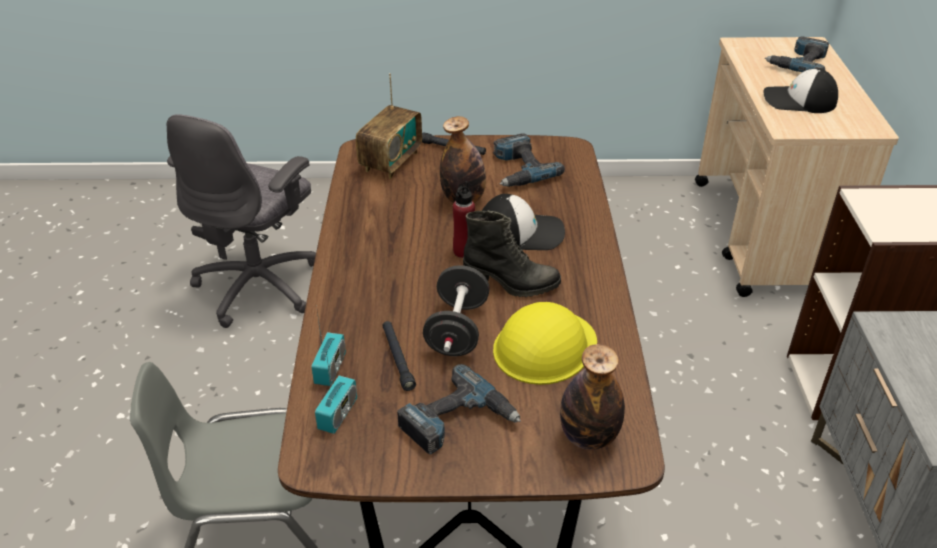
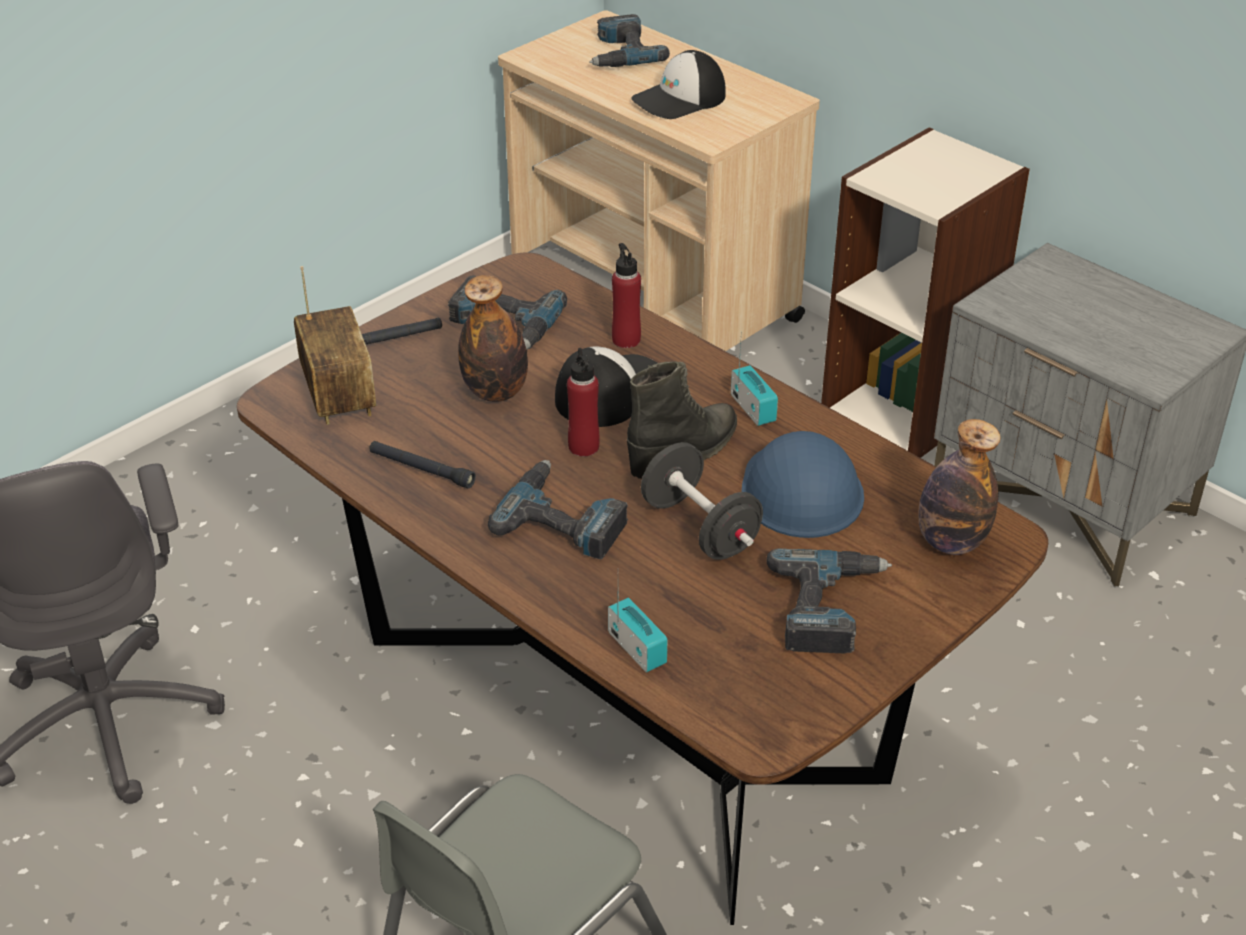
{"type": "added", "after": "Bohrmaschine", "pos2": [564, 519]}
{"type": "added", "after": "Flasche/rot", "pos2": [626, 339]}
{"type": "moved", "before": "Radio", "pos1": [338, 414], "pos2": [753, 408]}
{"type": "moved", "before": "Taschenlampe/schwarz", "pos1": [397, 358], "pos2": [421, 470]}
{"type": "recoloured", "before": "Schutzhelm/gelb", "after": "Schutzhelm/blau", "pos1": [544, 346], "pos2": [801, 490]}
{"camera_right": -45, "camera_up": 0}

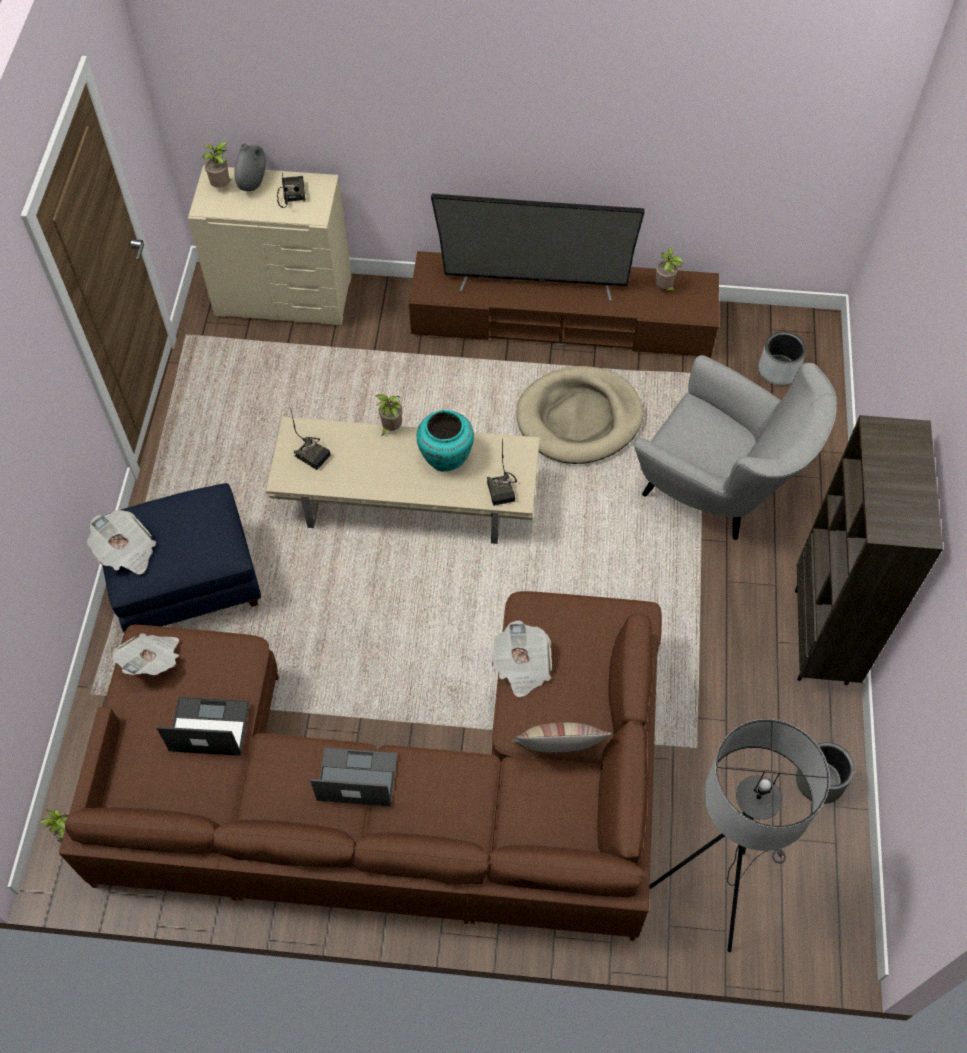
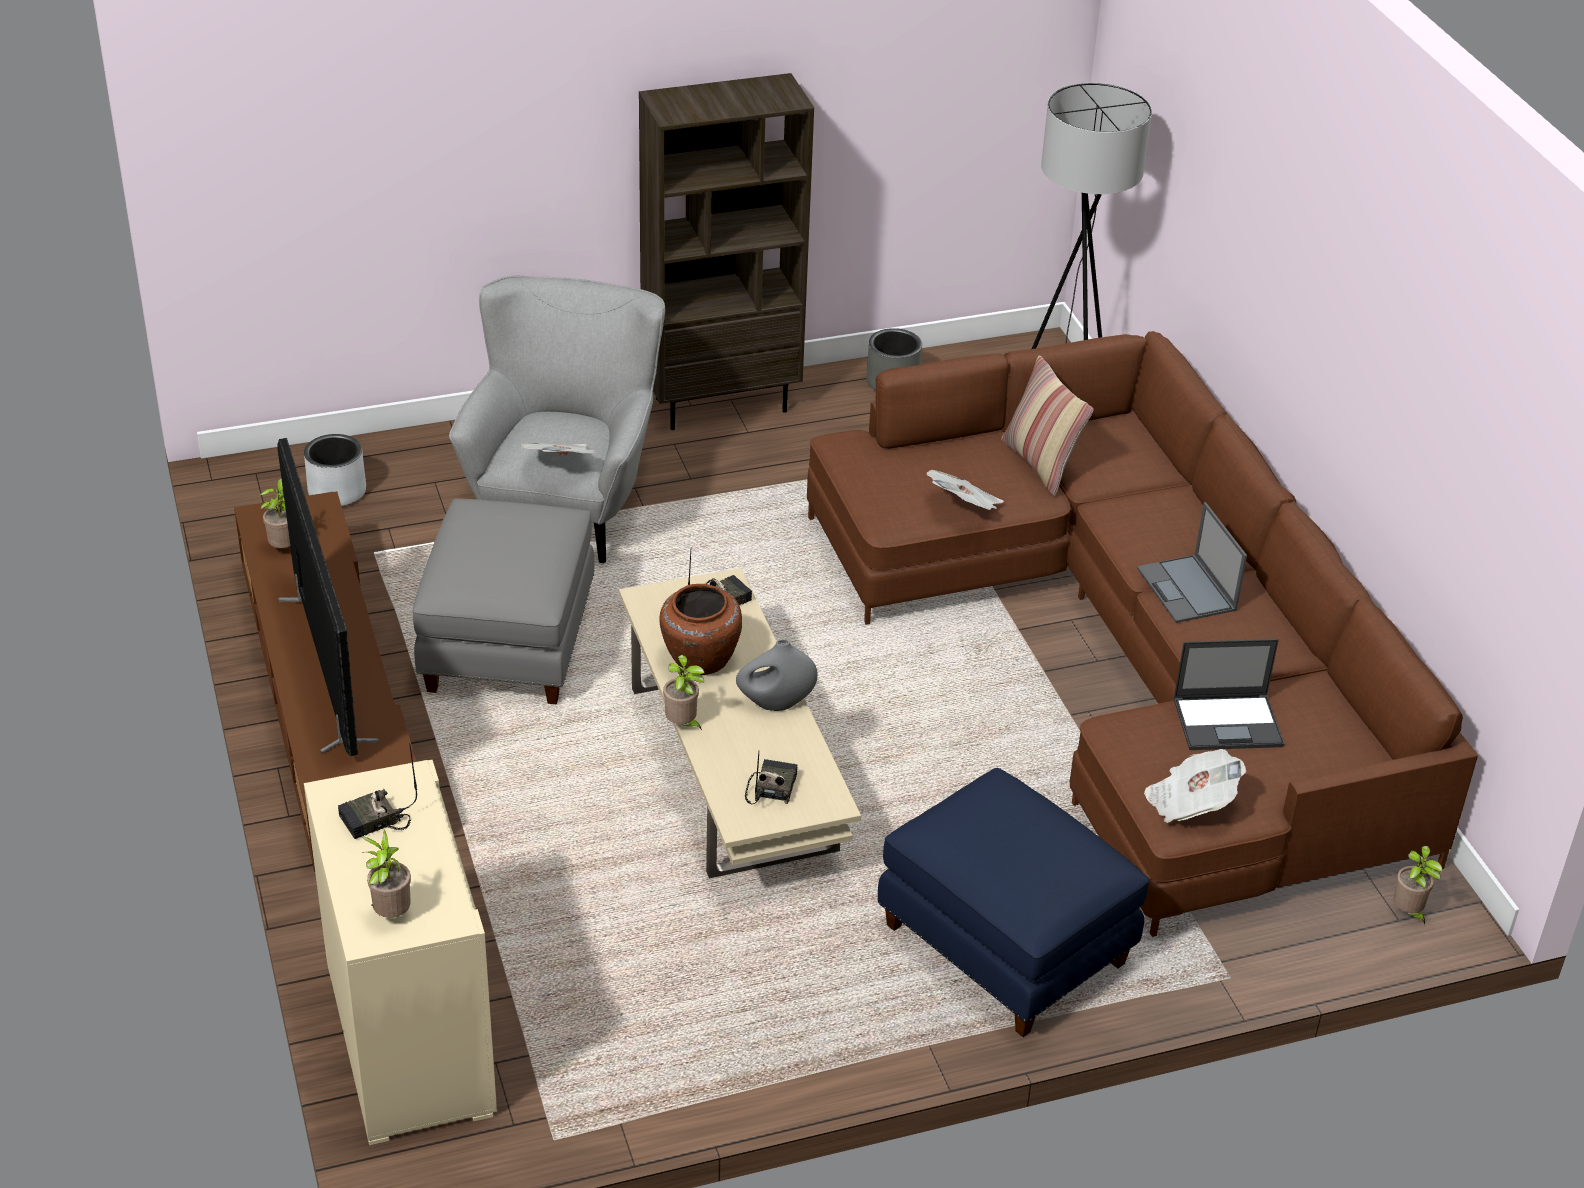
{"type": "moved", "before": "Zeitung", "pos1": [126, 552], "pos2": [561, 464]}
{"type": "moved", "before": "Vase/grau", "pos1": [253, 183], "pos2": [775, 704]}
{"type": "replaced", "before": "Hundebett/beige", "after": "Polsterhocker/grau", "pos1": [579, 418], "pos2": [507, 643]}
{"type": "recoloured", "before": "Vase/türkis", "after": "Vase/braun", "pos1": [446, 456], "pos2": [699, 661]}
{"type": "turned", "before": "Laptop", "pos1": [208, 727], "pos2": [1229, 722], "turn": -75}
{"camera_right": -115, "camera_up": -20}

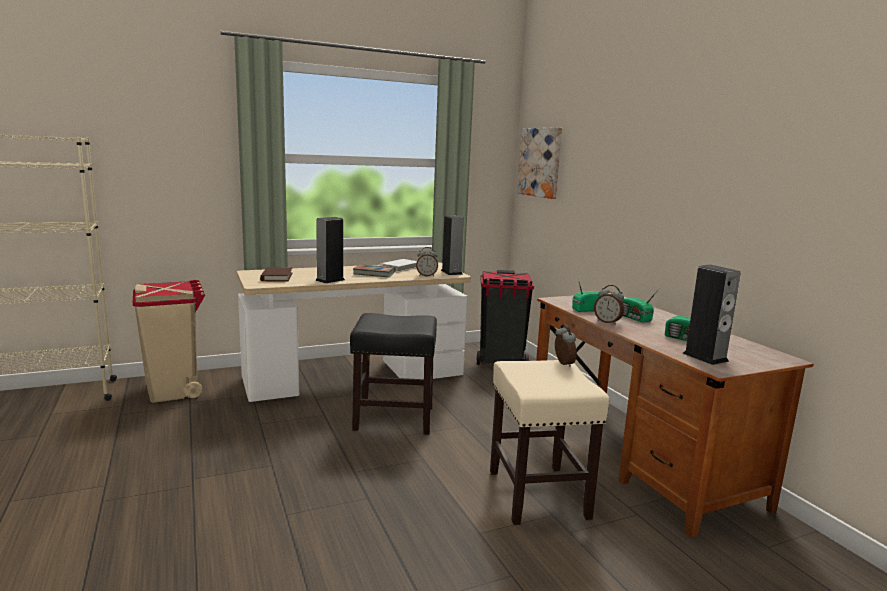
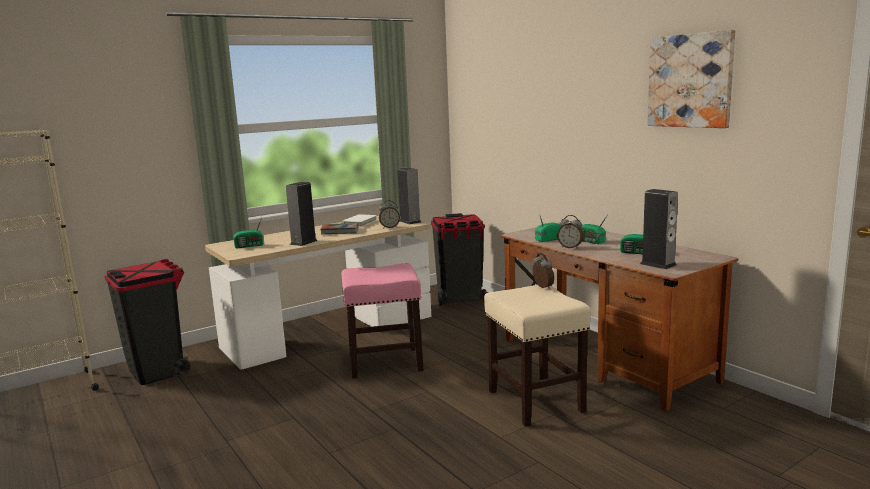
{"type": "moved", "before": "Bild", "pos1": [540, 162], "pos2": [690, 81]}
{"type": "replaced", "before": "Buch/braun", "after": "Radio", "pos1": [276, 277], "pos2": [250, 246]}
{"type": "recoloured", "before": "Mülleimer/beige", "after": "Mülleimer/schwarz", "pos1": [174, 389], "pos2": [157, 370]}
{"type": "recoloured", "before": "Hocker/schwarz", "after": "Hocker/rosa", "pos1": [393, 418], "pos2": [384, 363]}
{"camera_right": -10, "camera_up": 0}

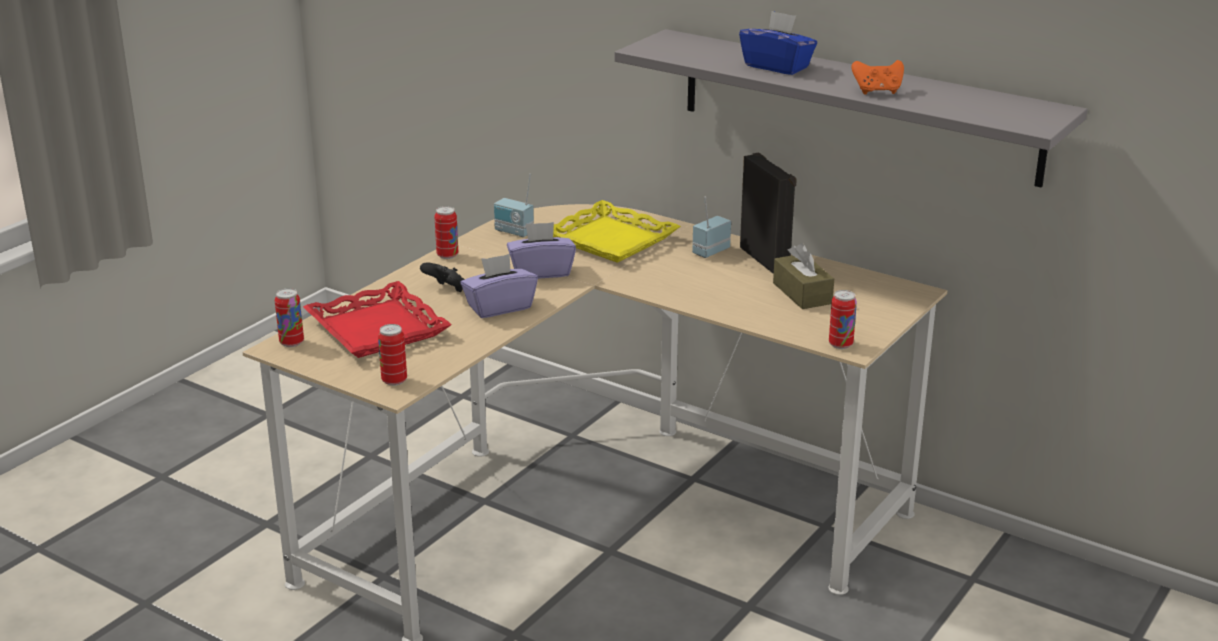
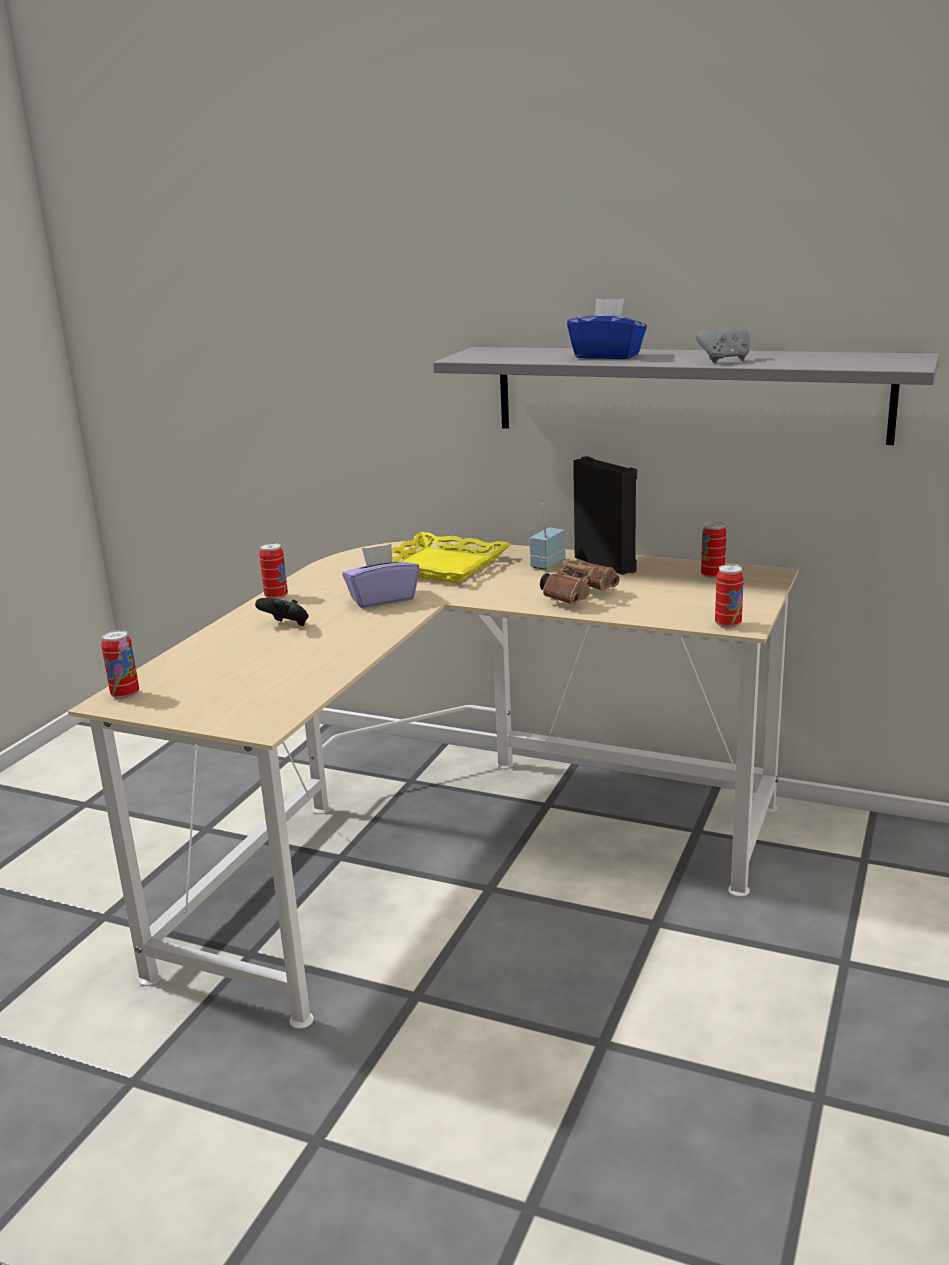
{"type": "removed", "before": "Tablett/rot", "pos1": [376, 329]}
{"type": "removed", "before": "Taschentuchbox/lila", "pos1": [499, 307]}
{"type": "removed", "before": "Radio", "pos1": [513, 232]}
{"type": "removed", "before": "Taschentuchbox/braun", "pos1": [802, 293]}
{"type": "added", "after": "Fernglas/braun", "pos2": [579, 596]}
{"type": "moved", "before": "Dose", "pos1": [394, 381], "pos2": [712, 576]}
{"type": "recoloured", "before": "Gamepad/orange", "after": "Gamepad/grau", "pos1": [877, 92], "pos2": [725, 361]}
{"camera_right": -10, "camera_up": -5}

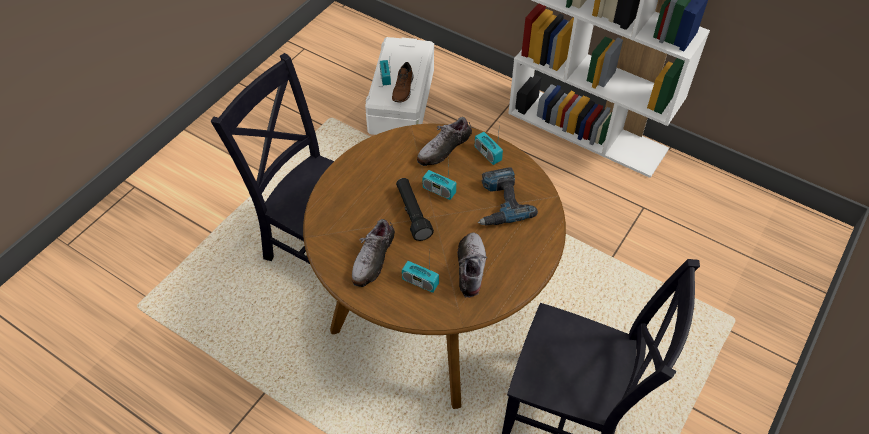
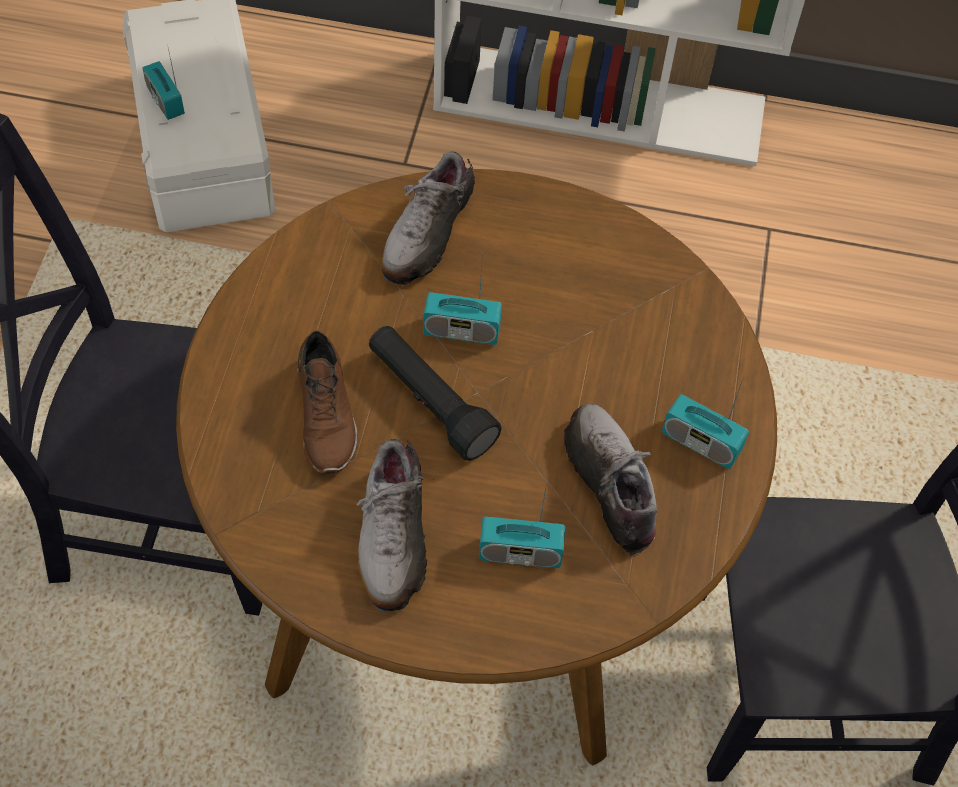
{"type": "removed", "before": "Bohrmaschine", "pos1": [499, 203]}
{"type": "moved", "before": "Schuh/braun", "pos1": [403, 89], "pos2": [327, 415]}
{"type": "moved", "before": "Radio", "pos1": [487, 154], "pos2": [701, 443]}
{"camera_right": -25, "camera_up": 5}

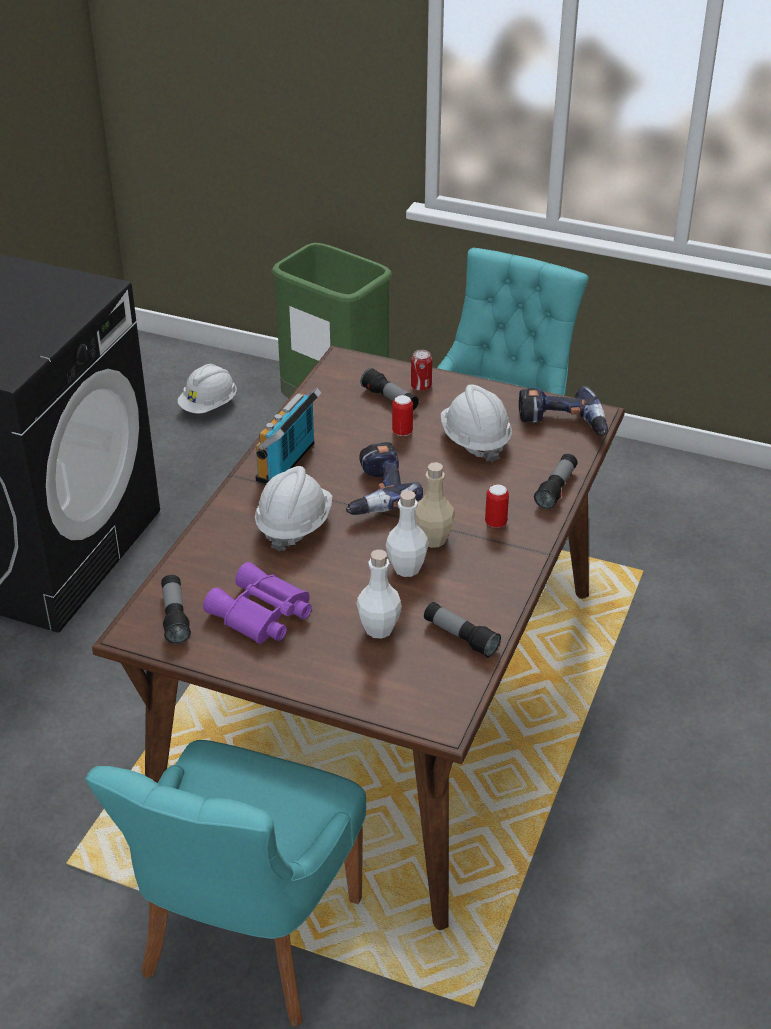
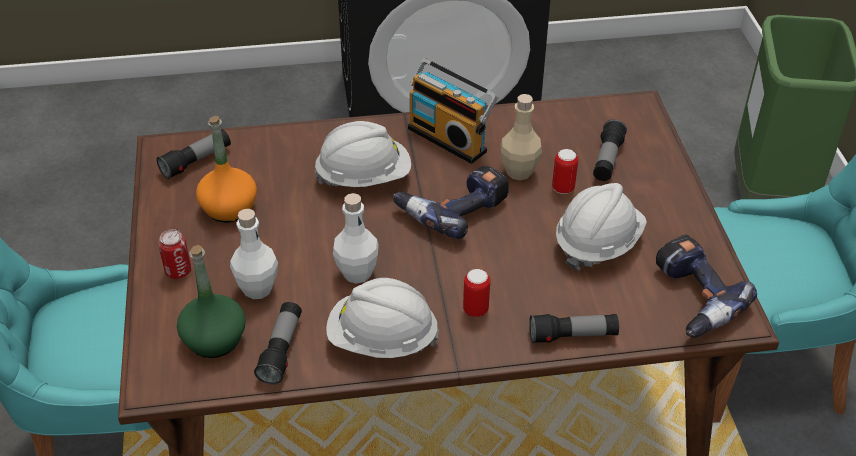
{"type": "added", "after": "Flasche/grün", "pos2": [214, 339]}
{"type": "moved", "before": "Schutzhelm/weiß", "pos1": [209, 406], "pos2": [382, 340]}
{"type": "moved", "before": "Dose", "pos1": [421, 386], "pos2": [178, 271]}
{"type": "moved", "before": "Flasche/beige", "pos1": [433, 539], "pos2": [519, 172]}
{"type": "replaced", "before": "Fernglas/lila", "after": "Flasche/orange", "pos1": [260, 615], "pos2": [229, 208]}
{"type": "turned", "before": "Radio", "pos1": [289, 463], "pos2": [449, 138], "turn": -135}
{"camera_right": 60, "camera_up": 5}

